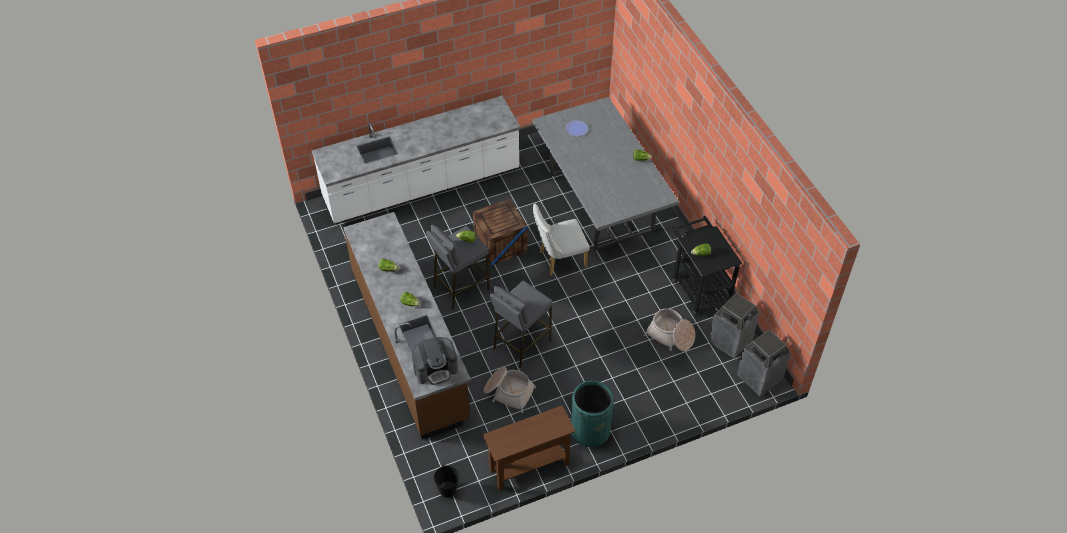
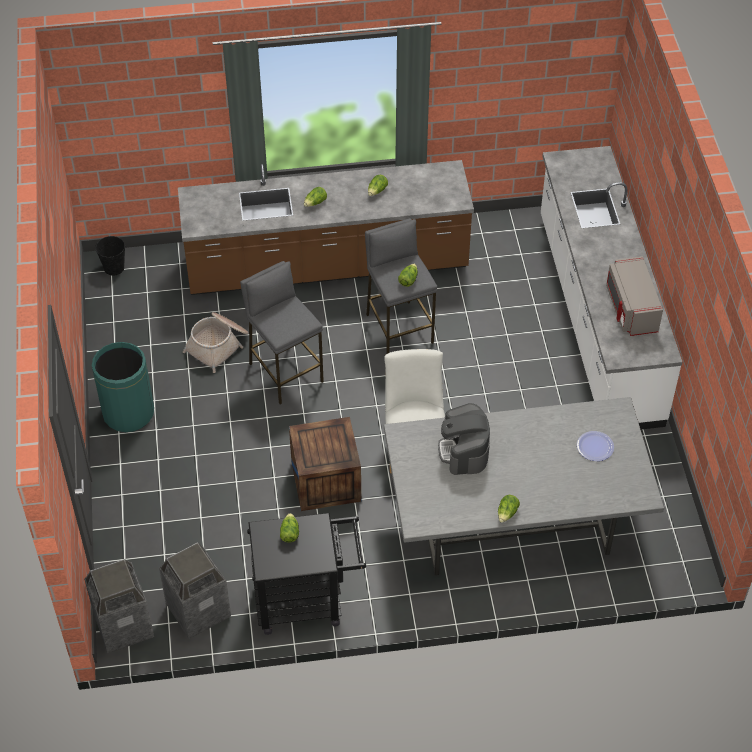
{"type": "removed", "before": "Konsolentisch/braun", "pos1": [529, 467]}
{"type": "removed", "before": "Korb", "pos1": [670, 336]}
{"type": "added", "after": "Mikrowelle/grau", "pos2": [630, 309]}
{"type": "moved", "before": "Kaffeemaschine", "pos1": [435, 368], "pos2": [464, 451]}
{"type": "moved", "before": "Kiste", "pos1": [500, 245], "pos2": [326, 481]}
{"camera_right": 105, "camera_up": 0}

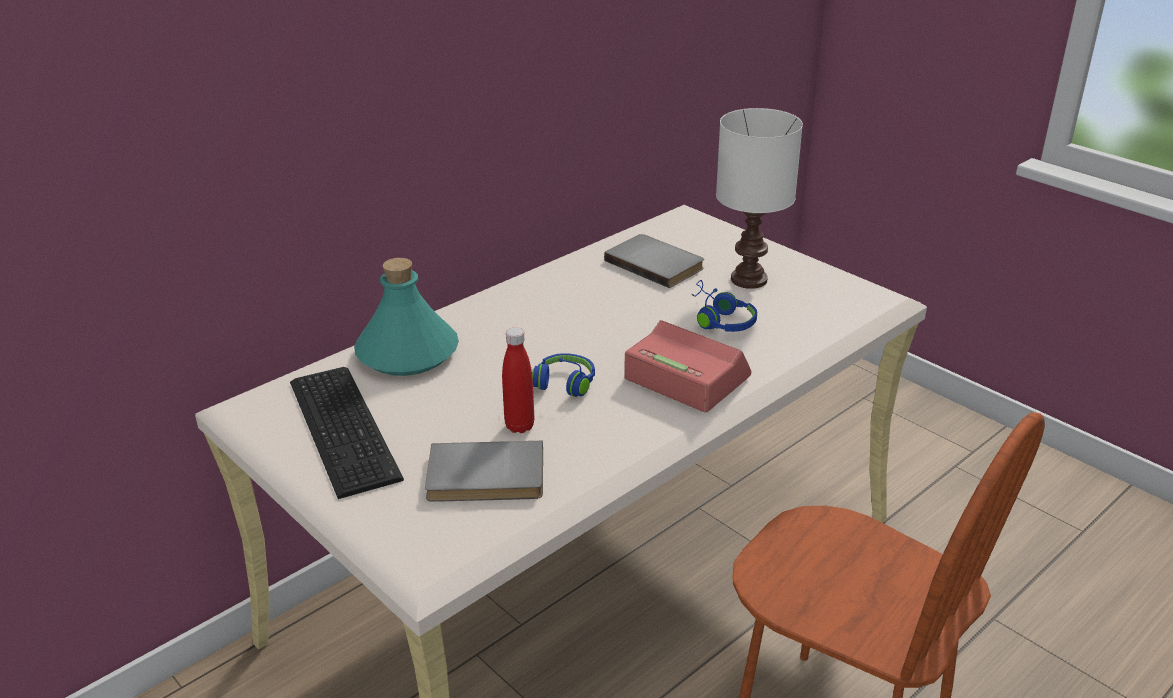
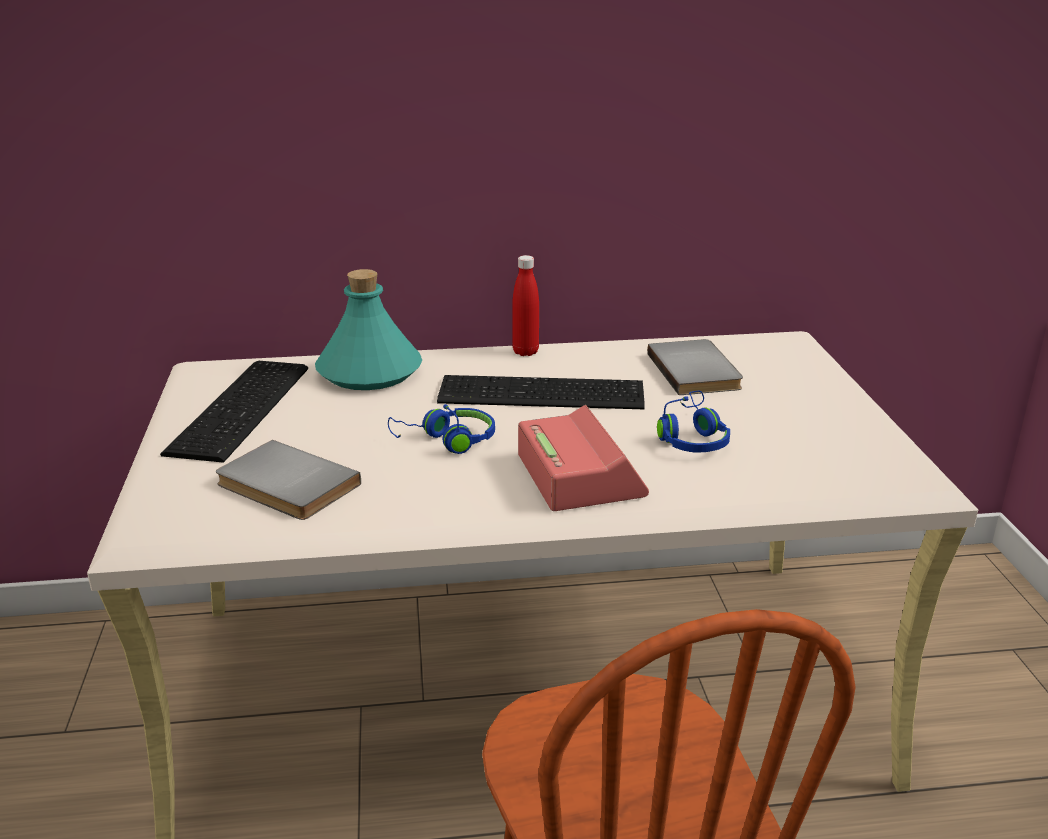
{"type": "removed", "before": "Tischlampe/weiß", "pos1": [747, 279]}
{"type": "added", "after": "Tastatur", "pos2": [544, 394]}
{"type": "moved", "before": "Flasche/rot", "pos1": [519, 426], "pos2": [525, 352]}
{"camera_right": 35, "camera_up": -5}

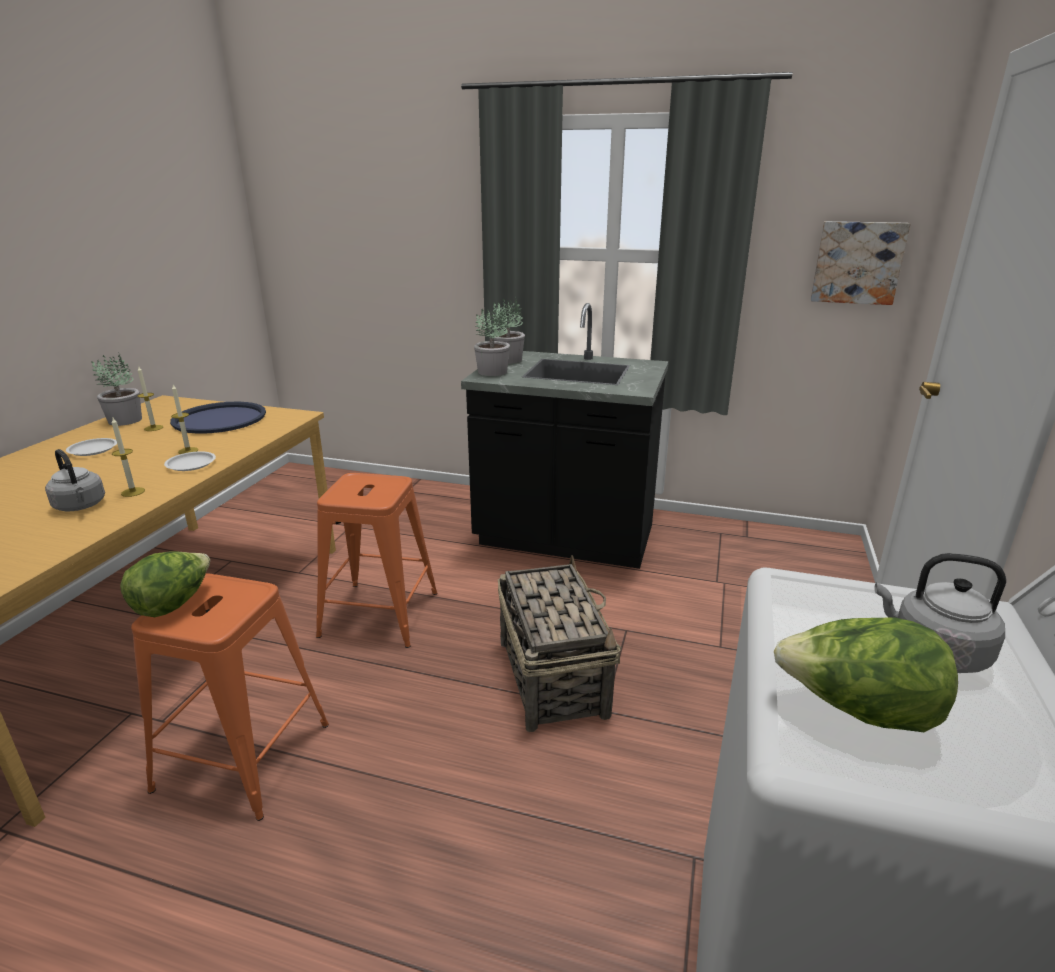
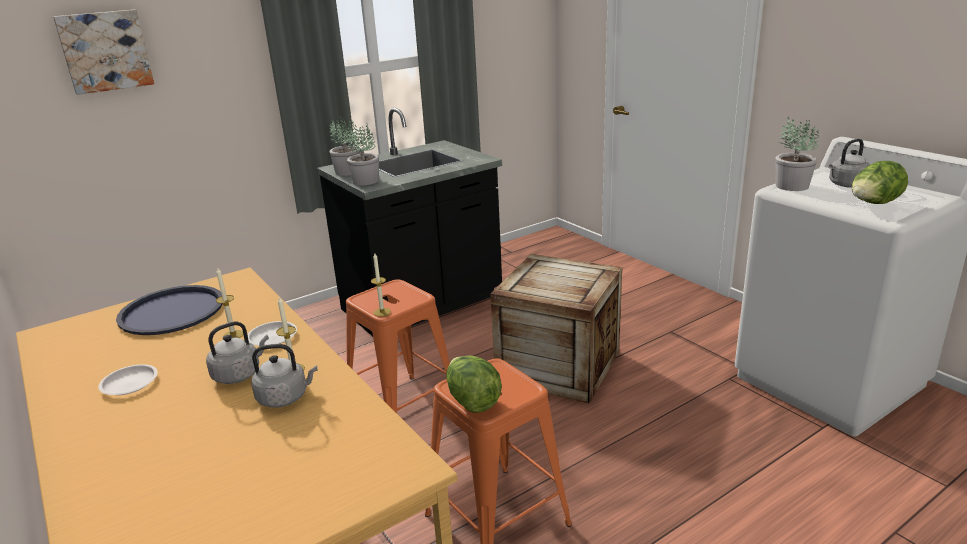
{"type": "added", "after": "Wasserkessel/grau", "pos2": [239, 374]}
{"type": "moved", "before": "Topfpflanze", "pos1": [125, 420], "pos2": [791, 186]}
{"type": "moved", "before": "Kerze", "pos1": [153, 428], "pos2": [382, 312]}
{"type": "moved", "before": "Bild", "pos1": [857, 262], "pos2": [105, 51]}
{"type": "replaced", "before": "Korb", "after": "Kiste", "pos1": [552, 676], "pos2": [558, 366]}
{"camera_right": -50, "camera_up": 0}

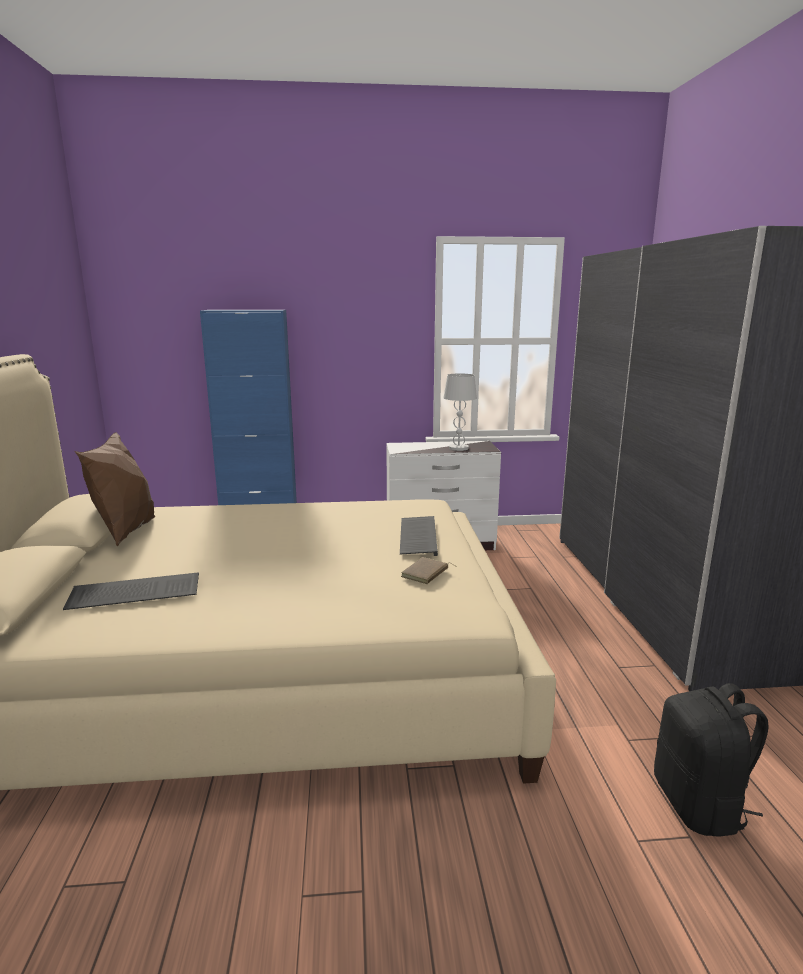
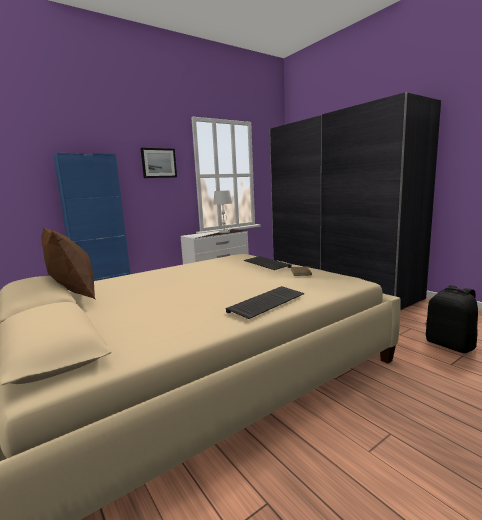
{"type": "added", "after": "Bild", "pos2": [159, 163]}
{"type": "moved", "before": "Tastatur", "pos1": [133, 595], "pos2": [267, 304]}
{"camera_right": -30, "camera_up": -5}

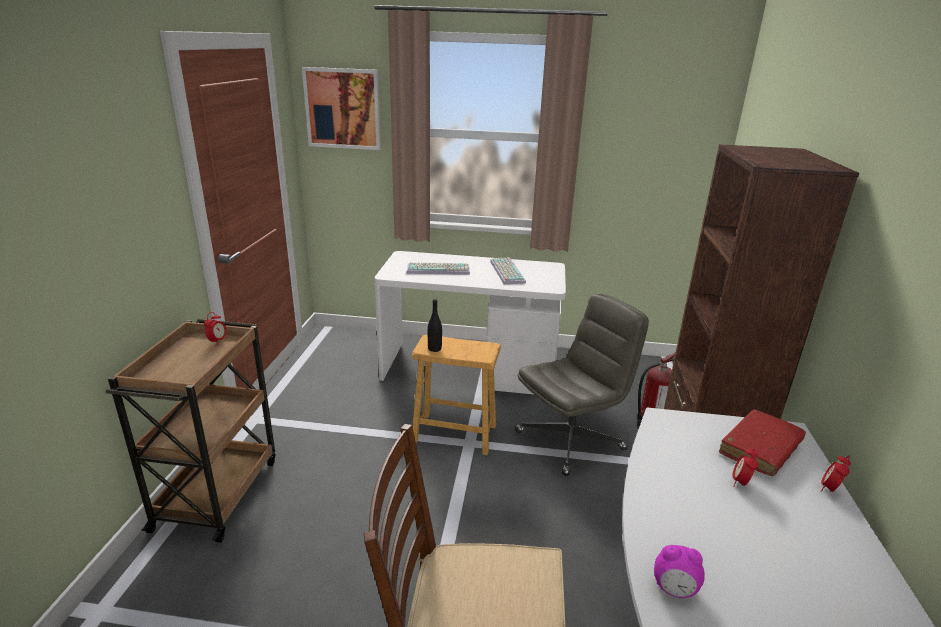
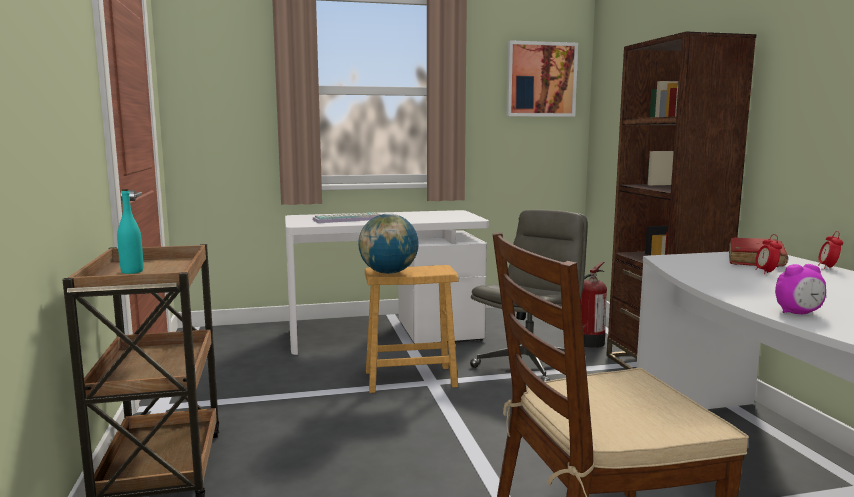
{"type": "removed", "before": "Wecker", "pos1": [218, 341]}
{"type": "removed", "before": "Tastatur", "pos1": [505, 271]}
{"type": "added", "after": "Flasche/türkis", "pos2": [132, 271]}
{"type": "moved", "before": "Bild", "pos1": [343, 108], "pos2": [541, 79]}
{"type": "replaced", "before": "Flasche/schwarz", "after": "Globus", "pos1": [434, 349], "pos2": [388, 273]}
{"camera_right": -20, "camera_up": -15}

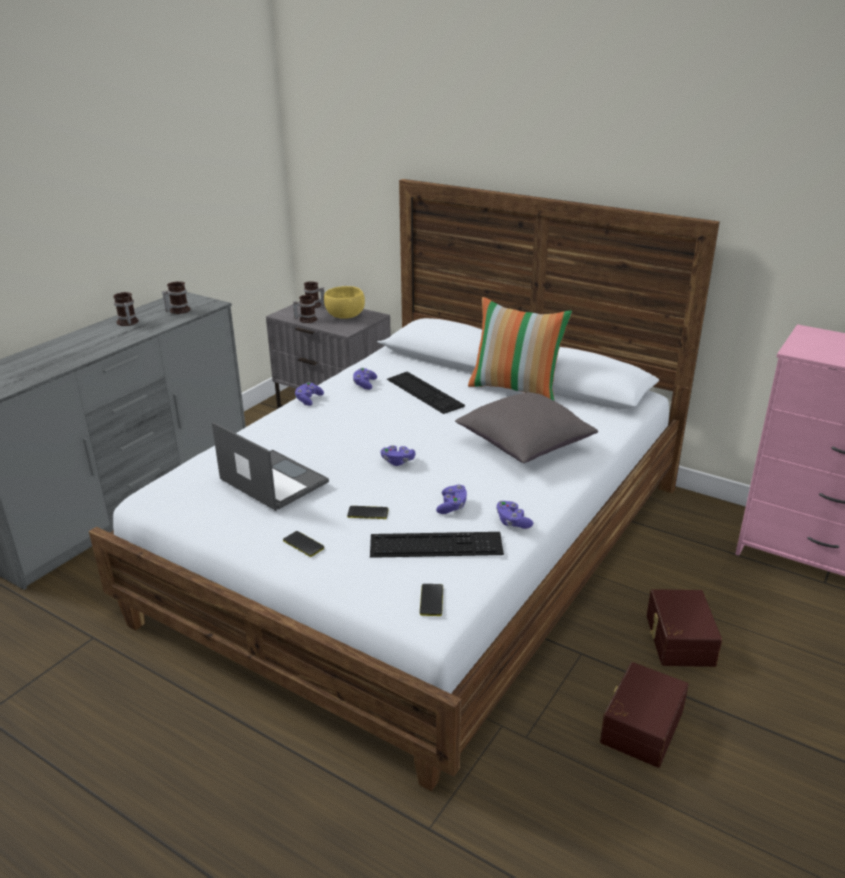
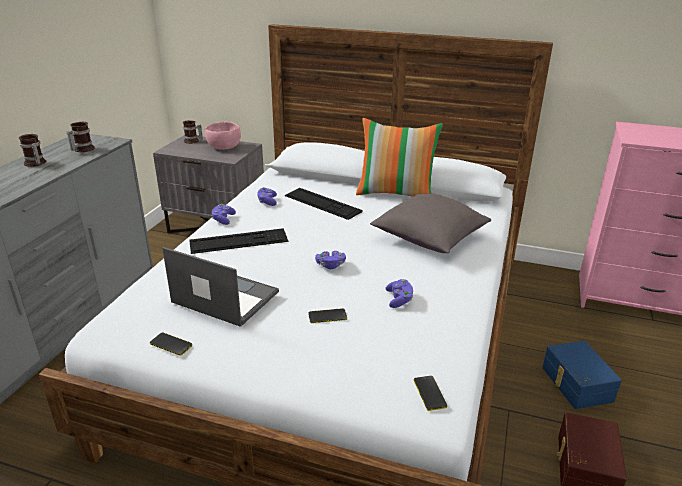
{"type": "removed", "before": "Henkelbecher", "pos1": [306, 319]}
{"type": "removed", "before": "Gamepad/lila", "pos1": [512, 522]}
{"type": "moved", "before": "Handy", "pos1": [303, 544], "pos2": [171, 344]}
{"type": "moved", "before": "Tastatur", "pos1": [436, 545], "pos2": [239, 241]}
{"type": "recoloured", "before": "Schüssel/gelb", "after": "Schüssel/rosa", "pos1": [345, 316], "pos2": [224, 147]}
{"type": "recoloured", "before": "Aufbewahrungsbox/braun", "after": "Aufbewahrungsbox/blau", "pos1": [678, 639], "pos2": [575, 384]}
{"camera_right": -15, "camera_up": 0}

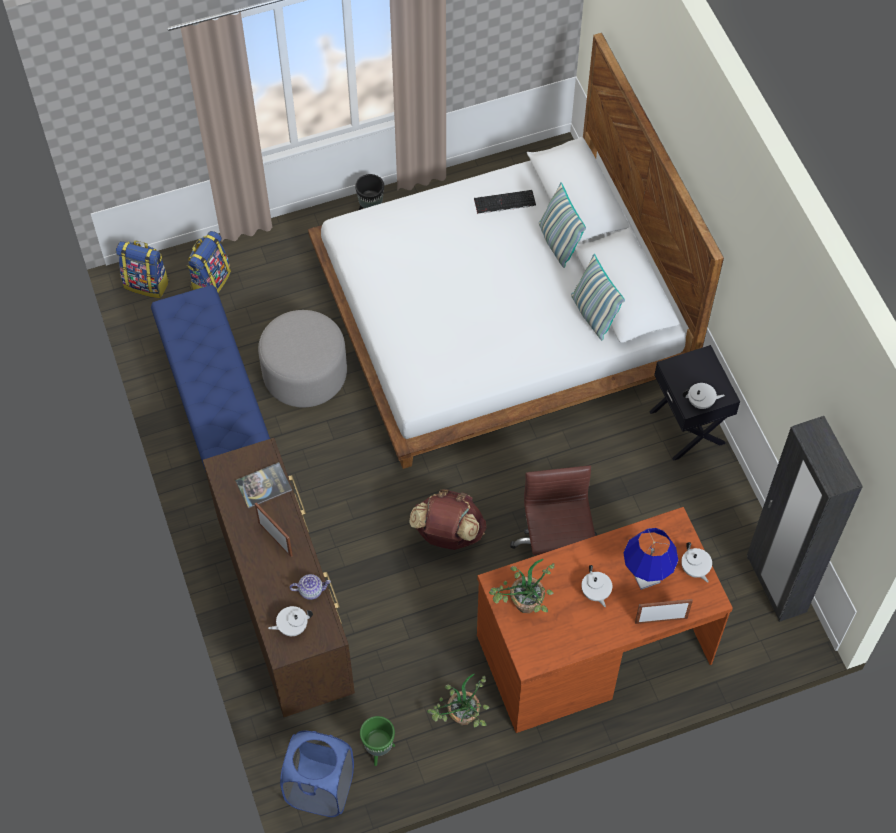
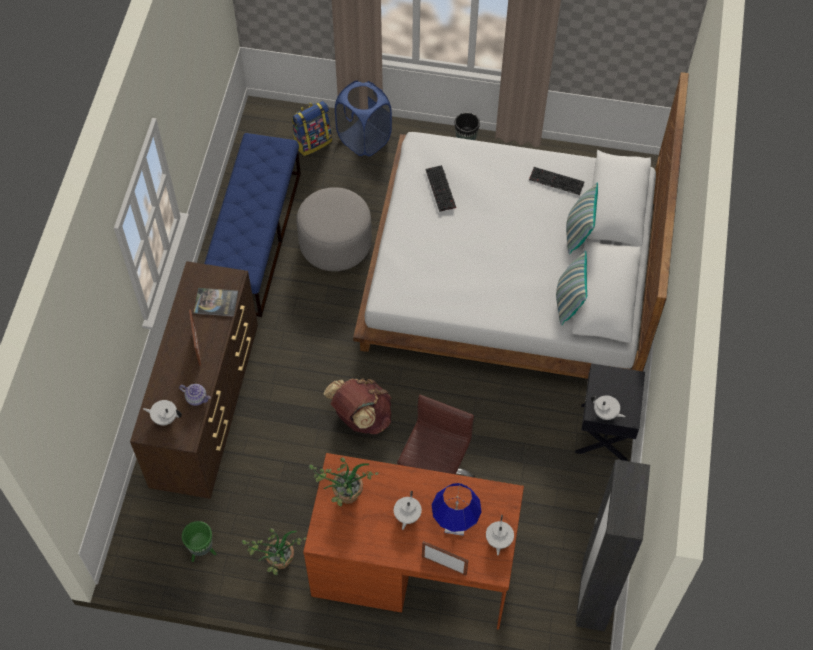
{"type": "removed", "before": "Rucksack", "pos1": [147, 284]}
{"type": "added", "after": "Tastatur", "pos2": [441, 189]}
{"type": "moved", "before": "Wäschekorb/blau", "pos1": [320, 789], "pos2": [364, 139]}
{"camera_right": 30, "camera_up": 0}

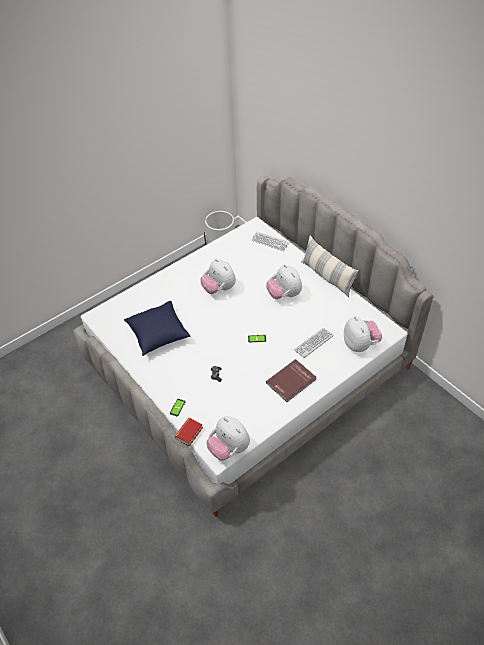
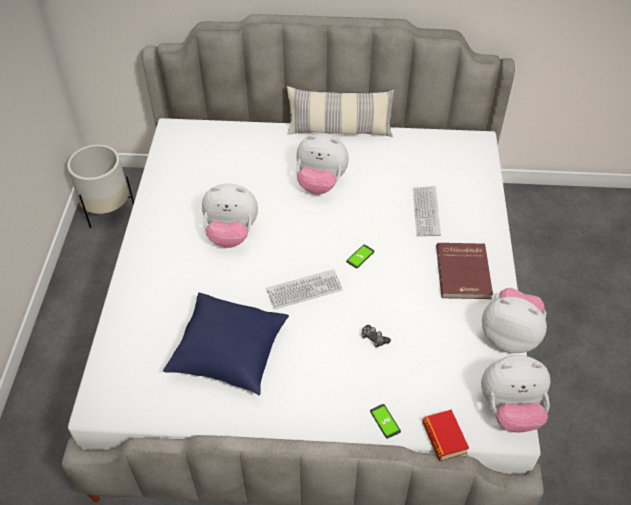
{"type": "moved", "before": "Tastatur", "pos1": [270, 242], "pos2": [304, 290]}
{"type": "moved", "before": "Plüschtier", "pos1": [360, 344], "pos2": [509, 336]}
{"camera_right": -50, "camera_up": 0}

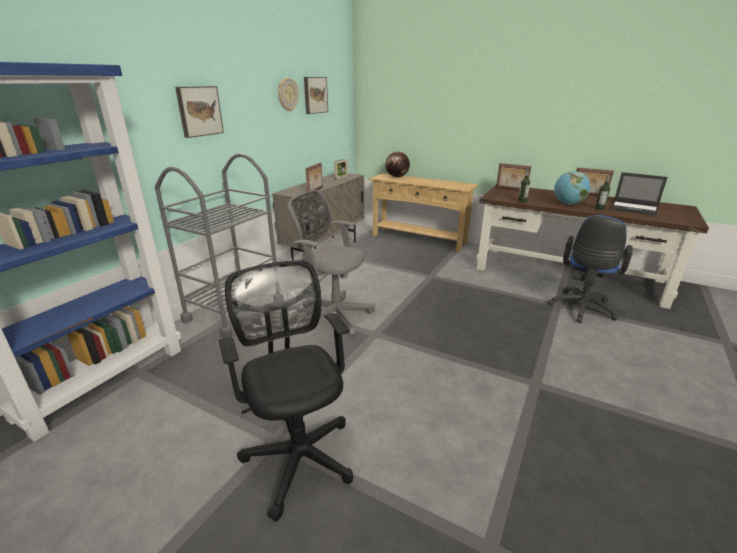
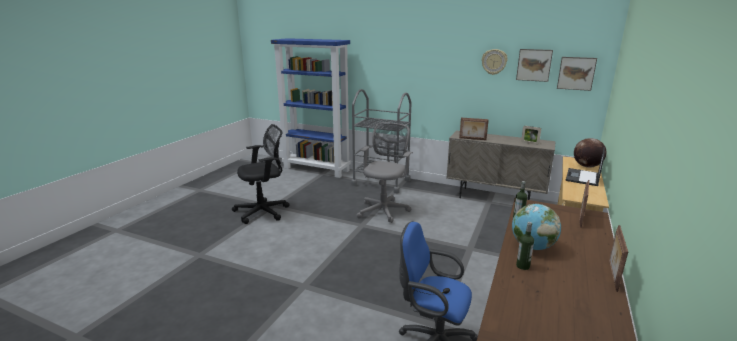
{"type": "moved", "before": "Bild", "pos1": [199, 111], "pos2": [576, 73]}
{"type": "moved", "before": "Laptop", "pos1": [634, 209], "pos2": [582, 177]}
{"camera_right": 85, "camera_up": -5}

